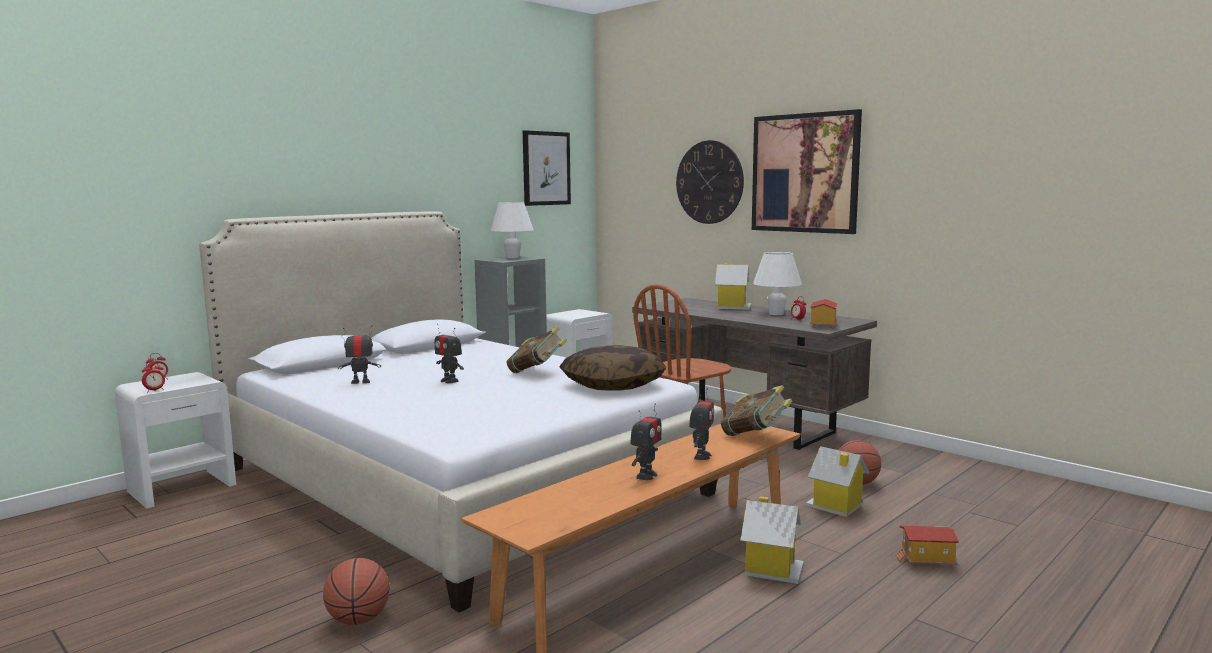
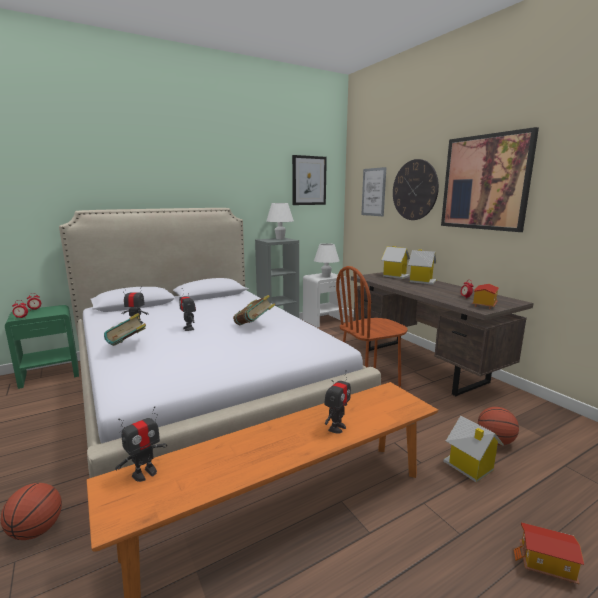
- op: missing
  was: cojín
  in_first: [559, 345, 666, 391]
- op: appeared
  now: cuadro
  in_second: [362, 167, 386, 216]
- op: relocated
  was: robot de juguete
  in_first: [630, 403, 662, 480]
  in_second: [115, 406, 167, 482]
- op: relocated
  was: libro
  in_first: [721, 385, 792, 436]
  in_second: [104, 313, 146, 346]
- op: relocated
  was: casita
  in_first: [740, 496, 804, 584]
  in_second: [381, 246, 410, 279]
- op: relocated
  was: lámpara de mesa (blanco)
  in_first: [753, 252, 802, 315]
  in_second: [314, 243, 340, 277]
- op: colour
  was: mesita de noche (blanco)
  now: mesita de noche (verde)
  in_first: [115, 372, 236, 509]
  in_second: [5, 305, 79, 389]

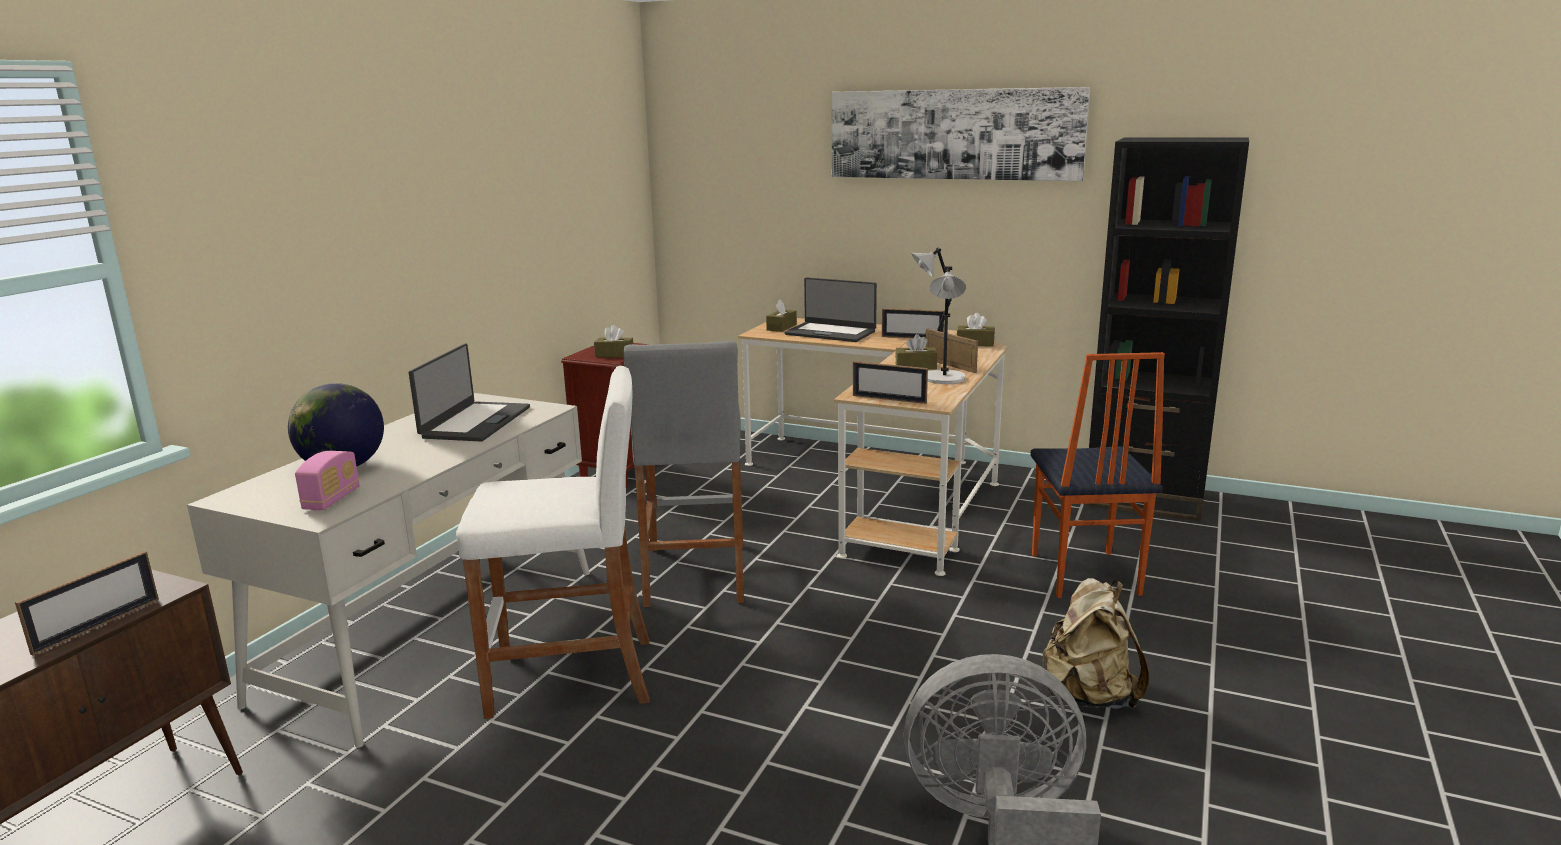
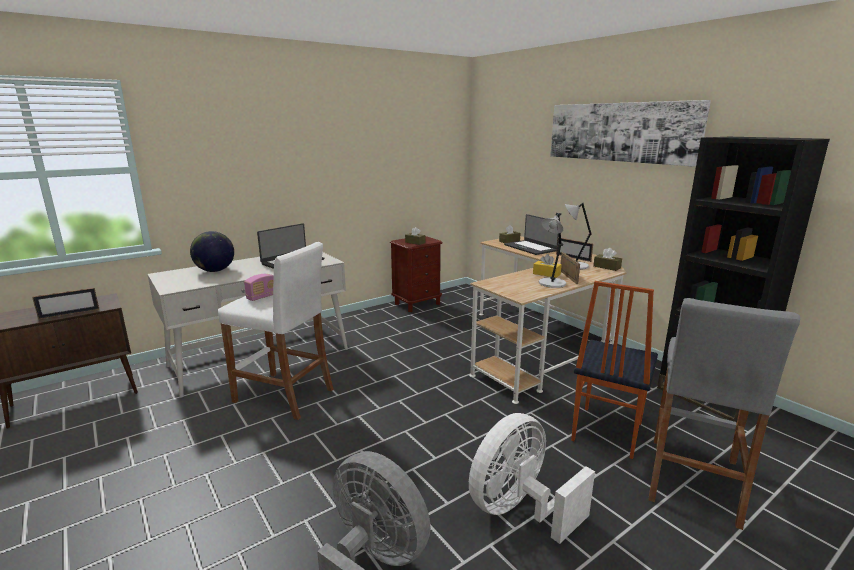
- op: missing
  was: portarretratos
  in_first: [853, 361, 928, 404]
- op: relocated
  was: radio
  in_first: [295, 451, 360, 511]
  in_second: [244, 274, 274, 301]
- op: relocated
  was: taburete (gris)
  in_first: [623, 341, 744, 607]
  in_second: [648, 298, 800, 530]
- op: exchanged
  was: mochila (beis)
  now: ventilador (blanco)
  in_first: [1041, 578, 1150, 709]
  in_second: [469, 413, 595, 544]
- op: colour
  was: caja de pañuelos (marrón)
  now: caja de pañuelos (amarillo)
  in_first: [895, 334, 938, 370]
  in_second: [533, 254, 562, 278]

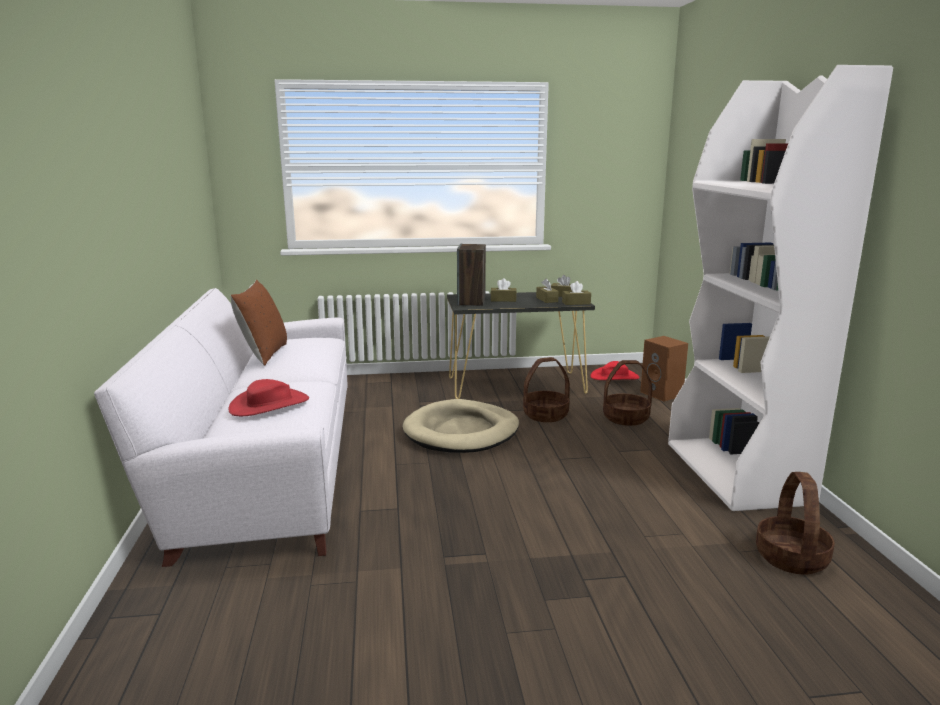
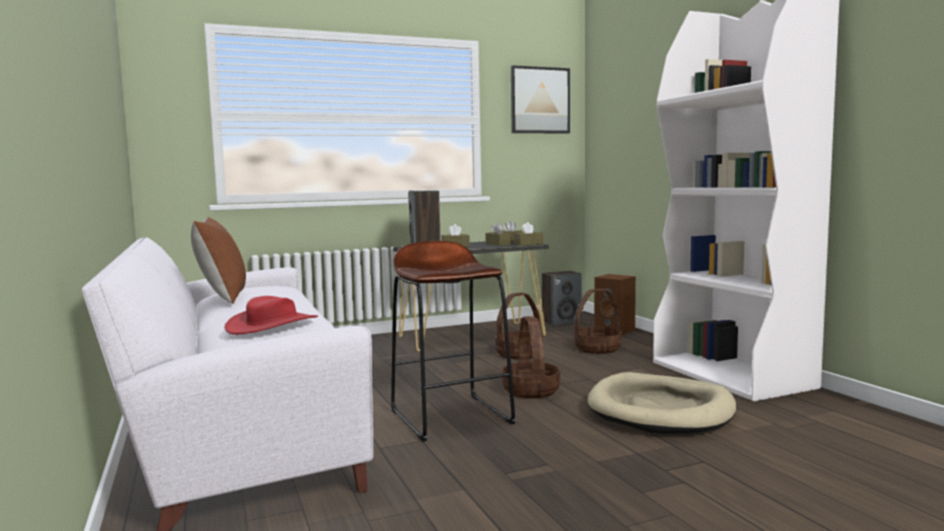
- op: appeared
  now: taburete (marrón)
  in_second: [391, 241, 516, 442]
- op: appeared
  now: cuadro
  in_second: [511, 65, 570, 134]
- op: relocated
  was: cama para perro (beis)
  in_first: [402, 399, 519, 453]
  in_second: [587, 372, 736, 434]
- op: relocated
  was: cesta
  in_first: [756, 472, 835, 574]
  in_second: [502, 316, 560, 399]
- op: exchanged
  was: sombrero (rojo)
  now: altavoz
  in_first: [590, 361, 640, 380]
  in_second: [542, 271, 581, 327]

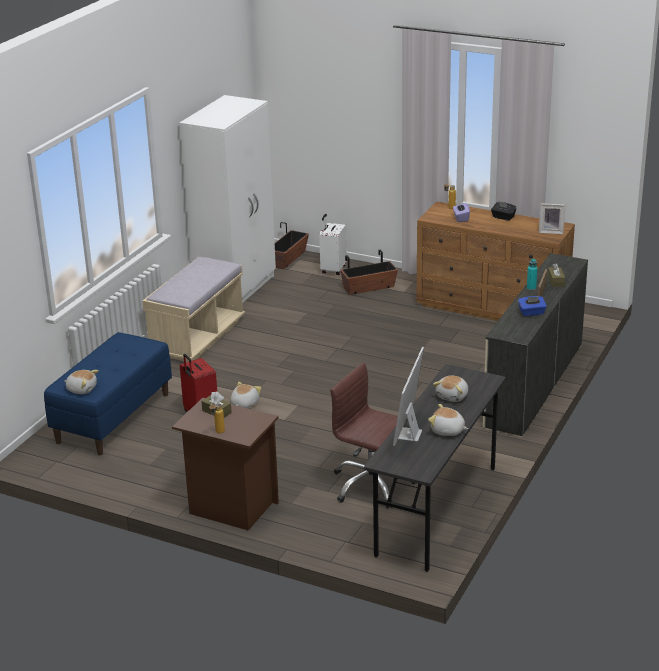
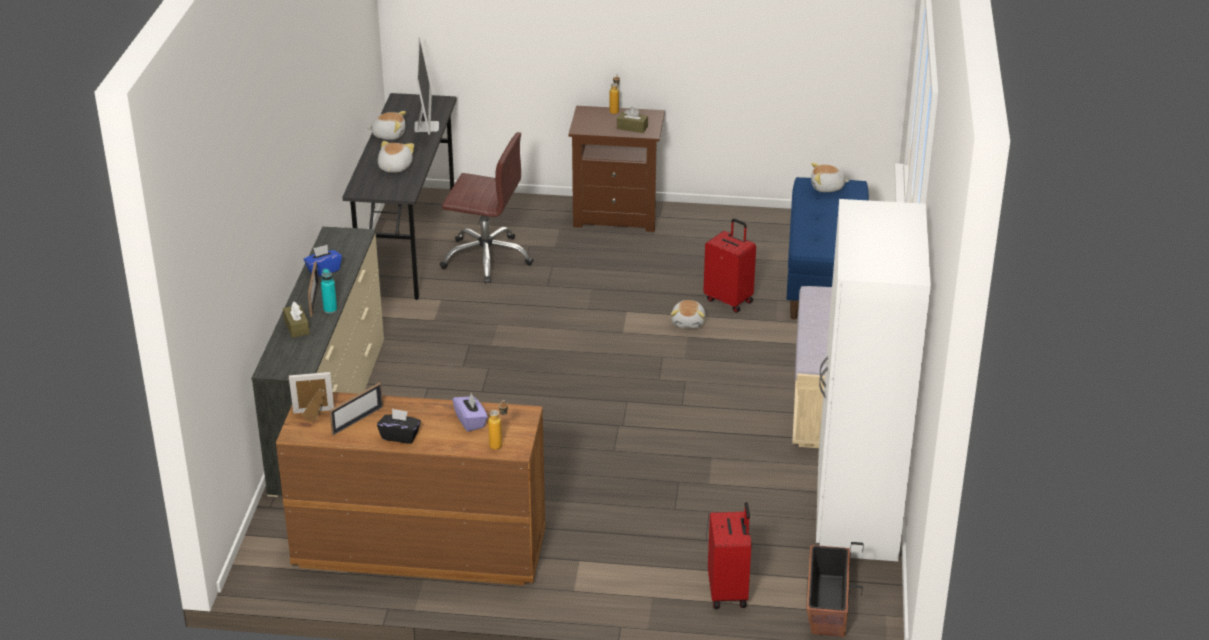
- op: missing
  was: maceta
  in_first: [341, 250, 398, 295]
- op: appeared
  now: portarretratos
  in_second: [329, 383, 383, 436]
- op: colour
  was: maleta (blanco)
  now: maleta (rojo)
  in_first: [319, 214, 347, 275]
  in_second: [708, 502, 751, 609]

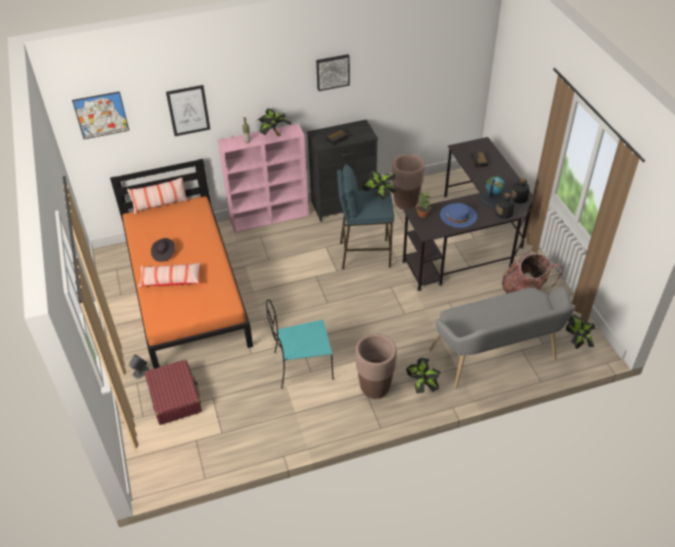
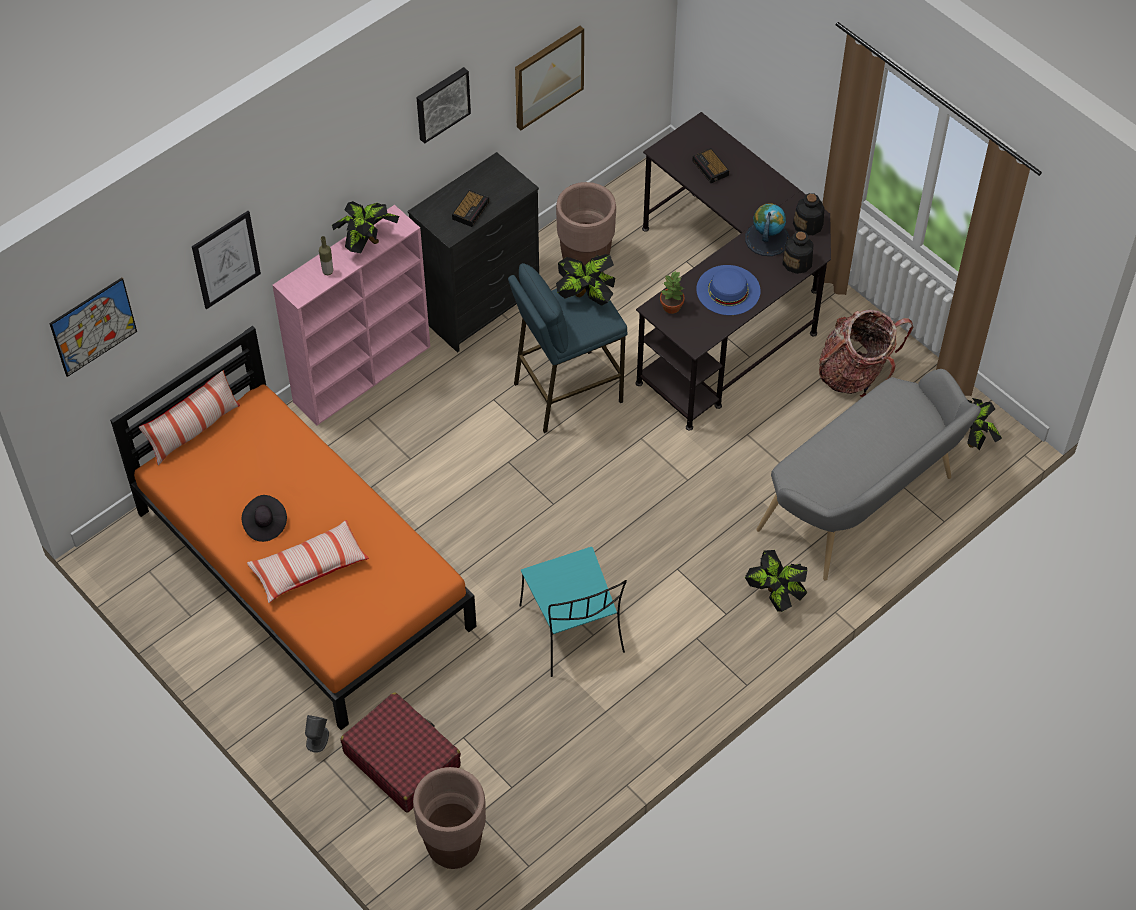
- op: appeared
  now: cuadro
  in_second: [515, 26, 584, 130]
- op: relocated
  was: maceta (marrón)
  in_first: [356, 333, 397, 399]
  in_second: [413, 767, 486, 869]
- op: spun
  was: silla (turquesa)
  in_first: [266, 299, 334, 388]
  in_second: [519, 547, 627, 677]
  clockwise: -75

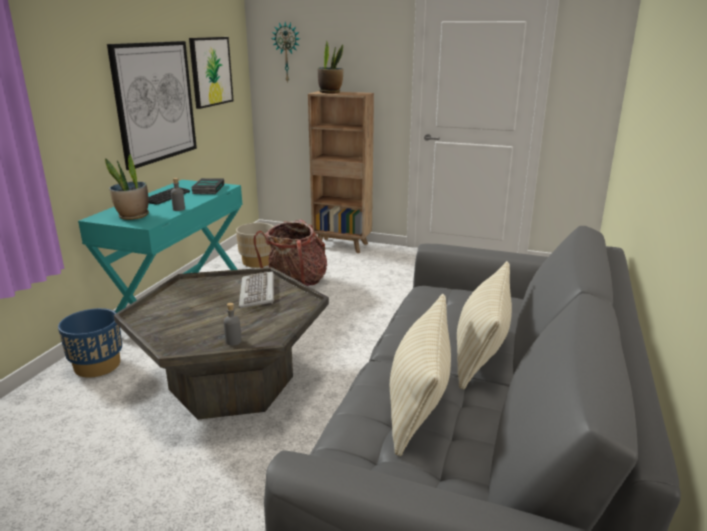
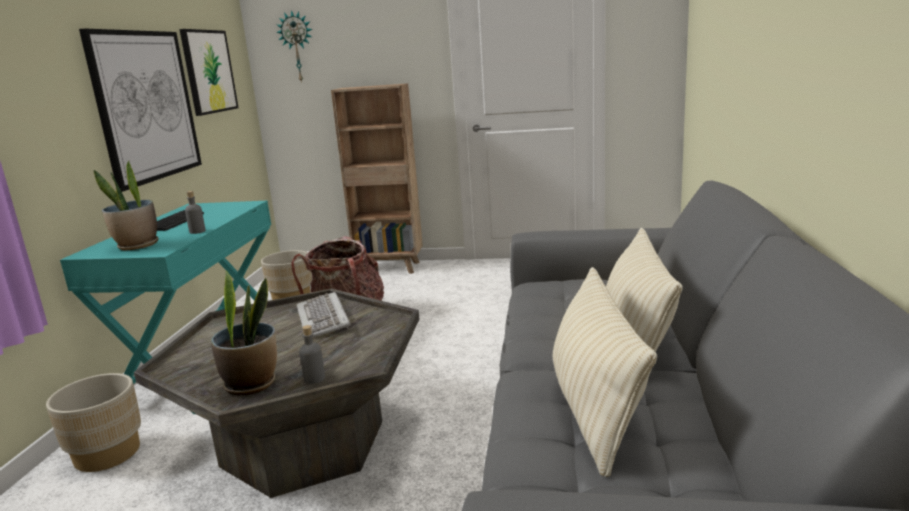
- op: missing
  was: libro
  in_first: [191, 178, 224, 194]
- op: relocated
  was: planta en maceta
  in_first: [318, 41, 344, 93]
  in_second: [211, 270, 277, 396]
- op: colour
  was: maceta (azul)
  now: maceta (beis)
  in_first: [58, 308, 122, 377]
  in_second: [46, 373, 141, 472]

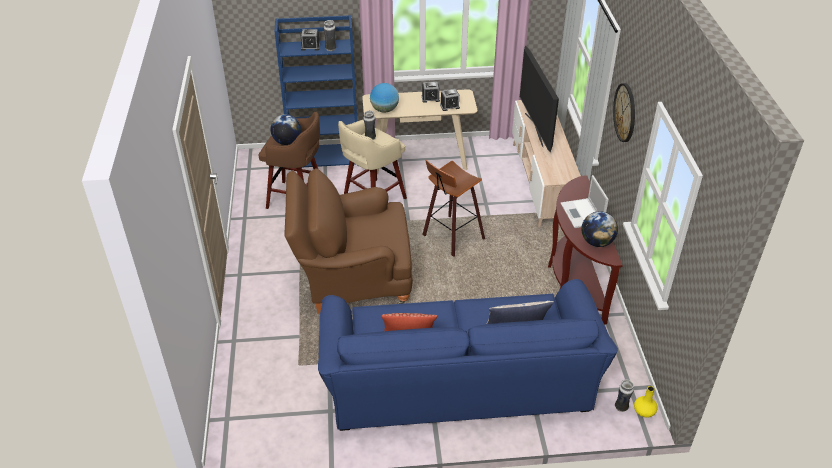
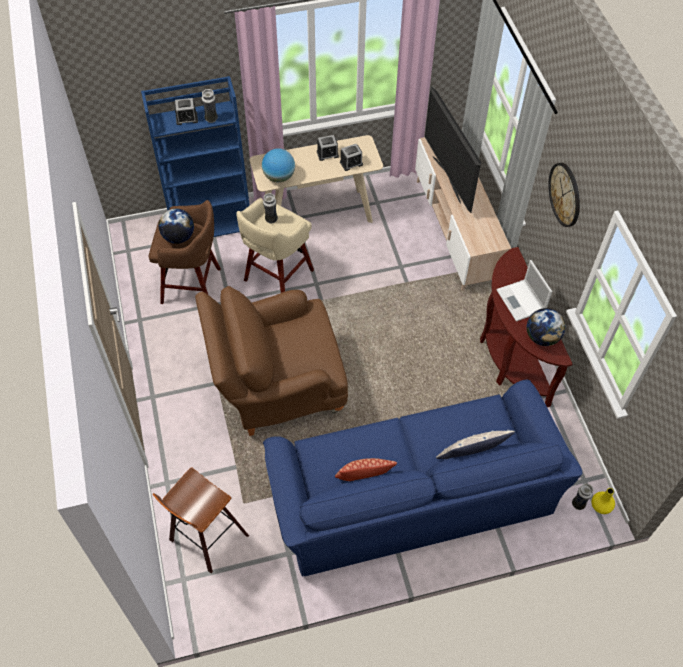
- op: relocated
  was: taburete
  in_first: [422, 160, 485, 257]
  in_second: [153, 467, 249, 573]

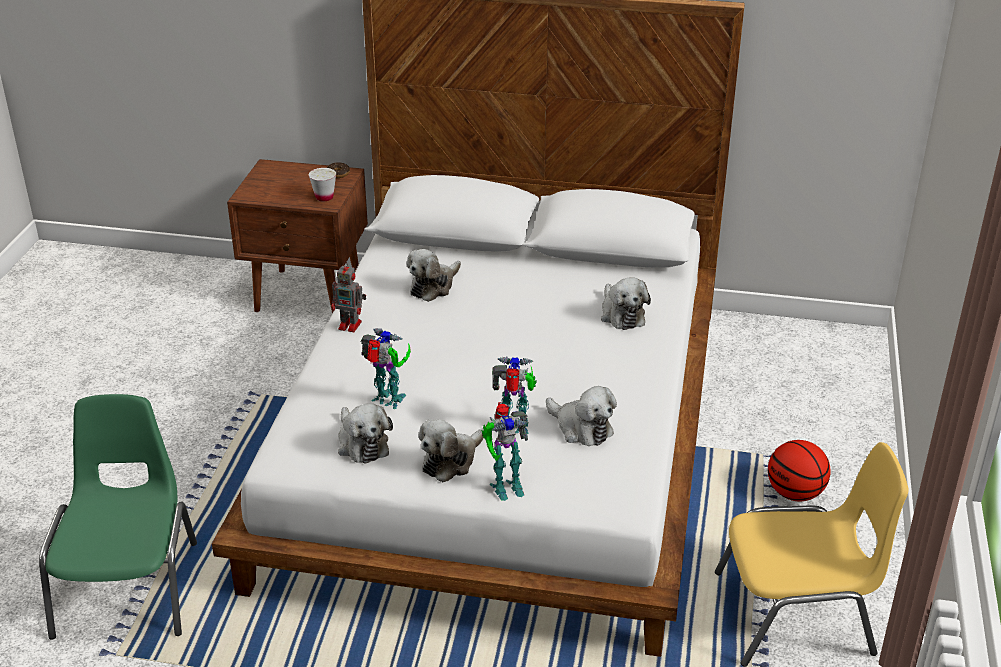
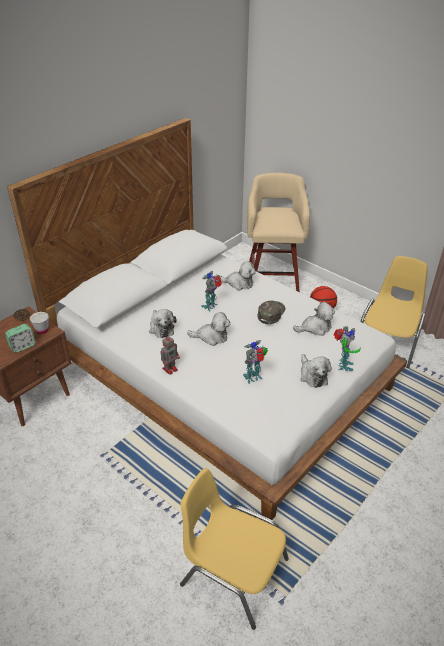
- op: appeared
  now: despertador
  in_second: [5, 324, 36, 353]
- op: appeared
  now: taburete (beis)
  in_second: [247, 173, 310, 292]
- op: appeared
  now: gorra (verde)
  in_second: [258, 301, 286, 324]
- op: relocated
  was: peluche
  in_first: [338, 403, 393, 464]
  in_second: [187, 312, 230, 346]
- op: relocated
  was: robot de juguete
  in_first: [492, 357, 537, 434]
  in_second: [201, 271, 222, 311]
- op: colour
  was: silla (verde)
  now: silla (amarillo)
  in_first: [39, 394, 197, 640]
  in_second: [180, 468, 289, 630]

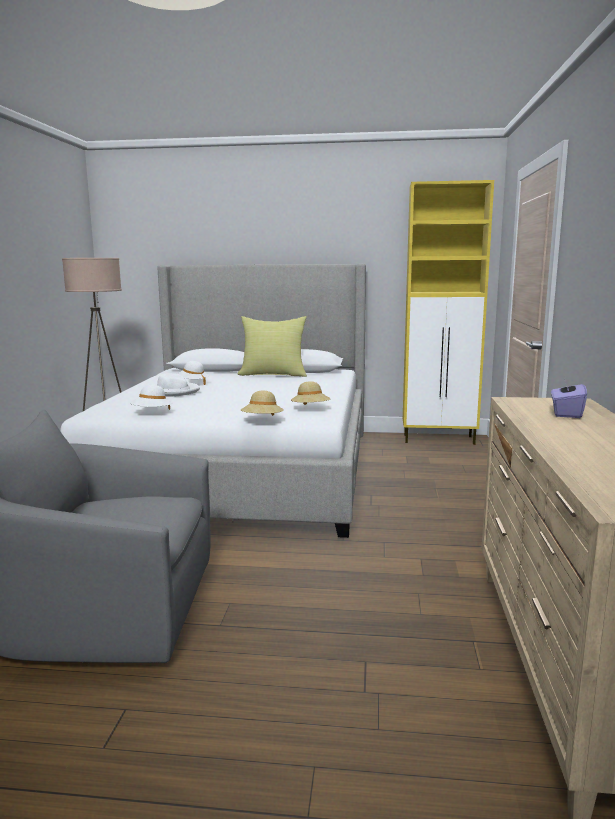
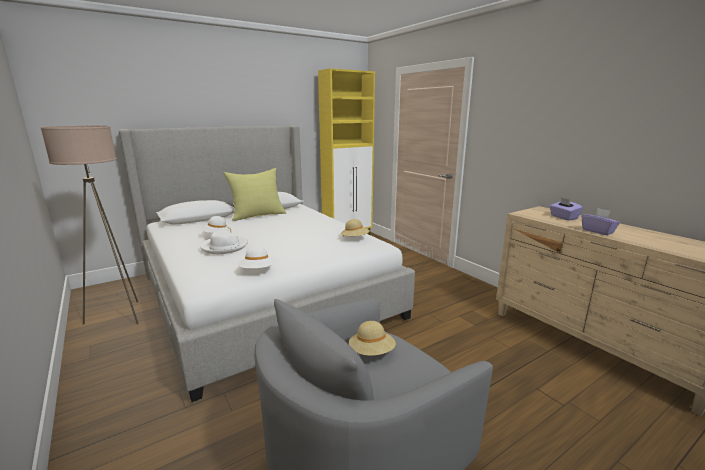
- op: appeared
  now: caja de pañuelos (morado)
  in_second: [582, 208, 620, 235]
- op: relocated
  was: sombrero (beis)
  in_first: [241, 390, 284, 416]
  in_second: [349, 321, 396, 356]

